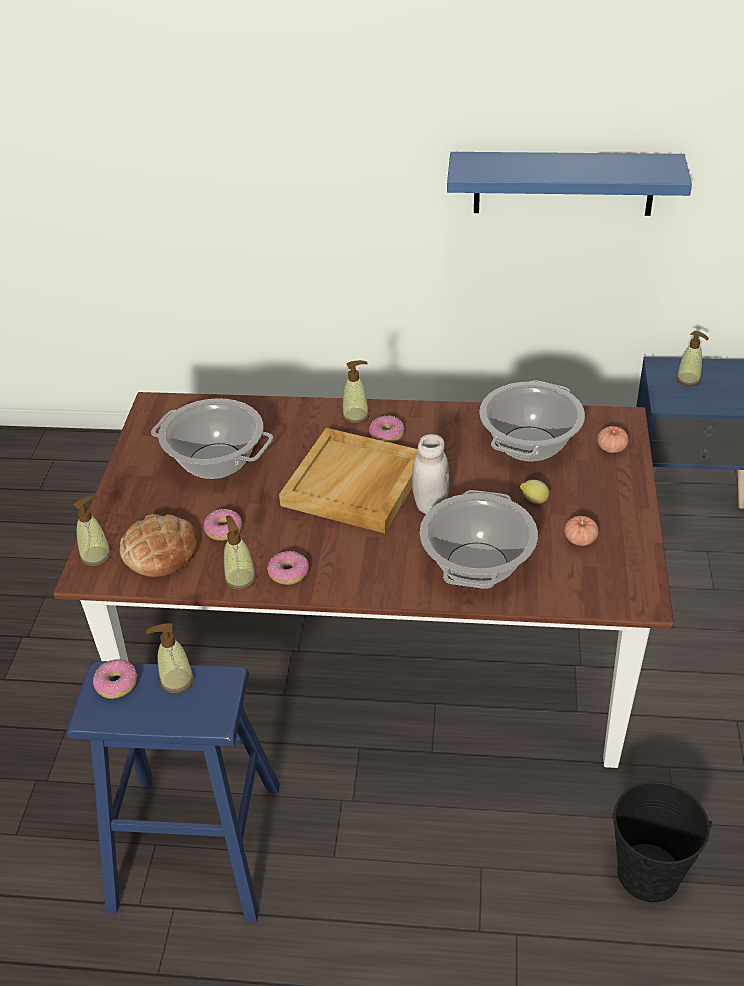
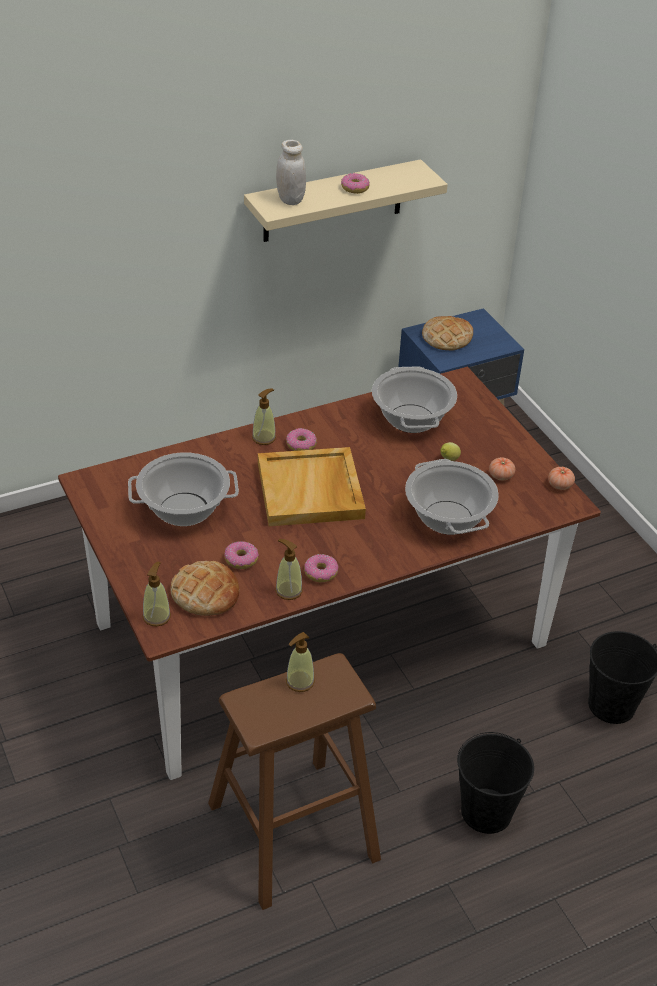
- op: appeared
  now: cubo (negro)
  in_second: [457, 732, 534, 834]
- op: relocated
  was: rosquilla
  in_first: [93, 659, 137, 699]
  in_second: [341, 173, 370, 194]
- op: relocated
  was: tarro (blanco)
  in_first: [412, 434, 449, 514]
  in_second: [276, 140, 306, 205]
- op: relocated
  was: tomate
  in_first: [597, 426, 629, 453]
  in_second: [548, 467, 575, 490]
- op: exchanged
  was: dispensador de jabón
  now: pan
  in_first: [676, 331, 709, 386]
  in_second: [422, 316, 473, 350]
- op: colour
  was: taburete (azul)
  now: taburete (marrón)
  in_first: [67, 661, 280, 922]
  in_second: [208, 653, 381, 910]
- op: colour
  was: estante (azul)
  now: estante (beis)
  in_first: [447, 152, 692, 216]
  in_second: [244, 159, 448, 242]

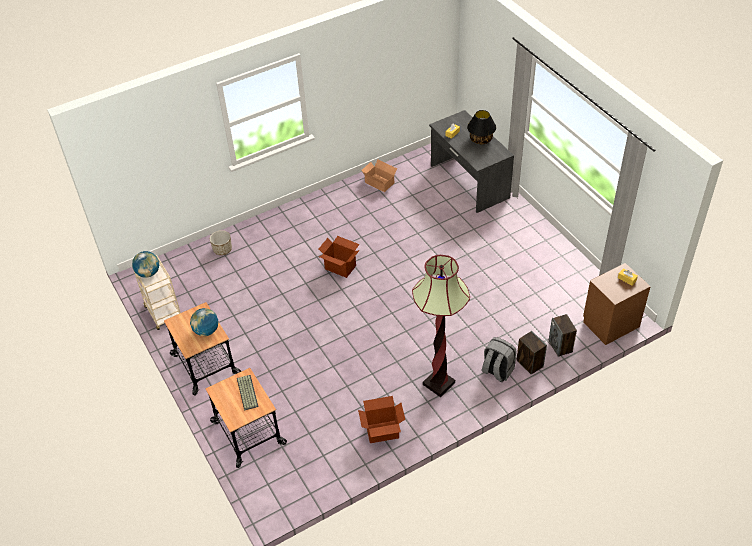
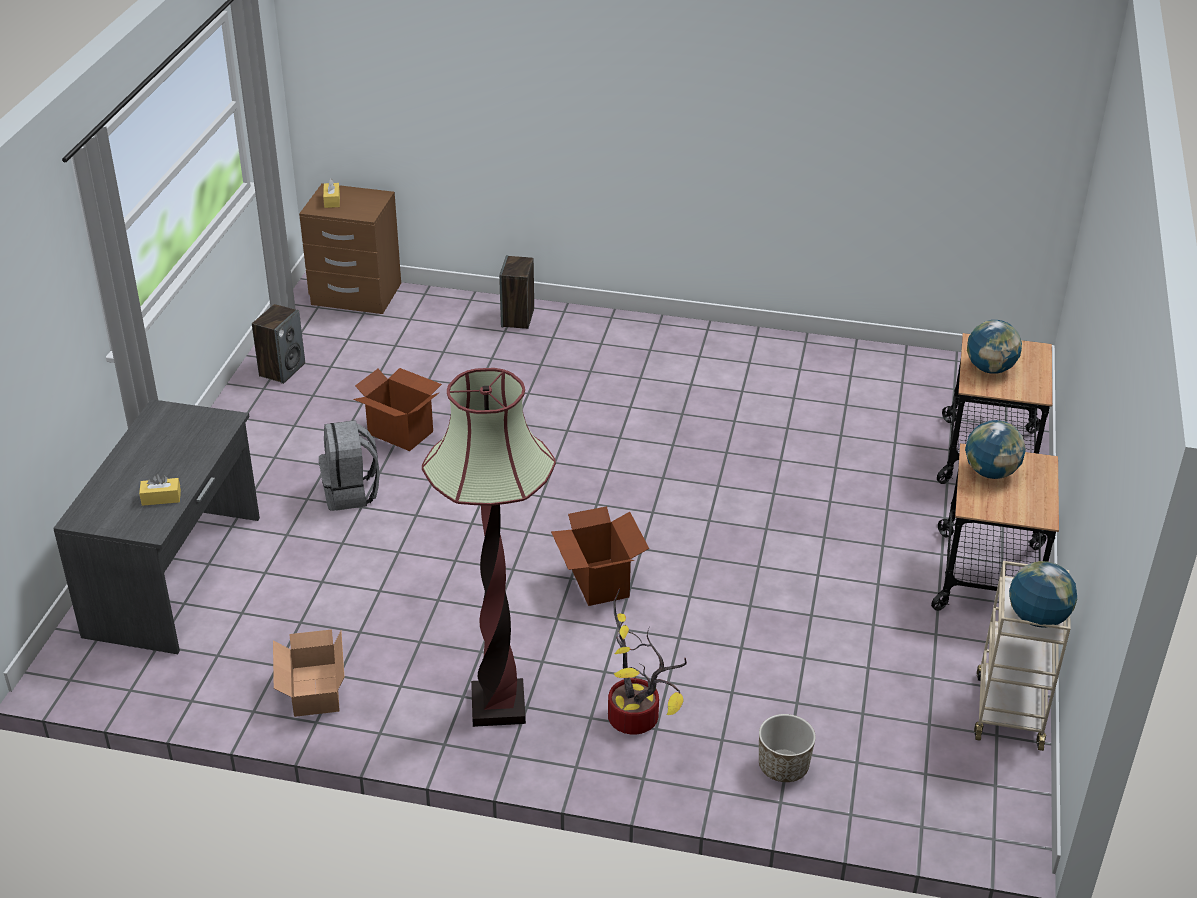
- op: missing
  was: lámpara de mesa (negro)
  in_first: [467, 110, 496, 144]
- op: appeared
  now: planta en maceta
  in_second: [608, 589, 687, 735]
- op: relocated
  was: caja de cartón
  in_first: [358, 396, 405, 443]
  in_second: [353, 368, 442, 451]
- op: relocated
  was: lámpara de pie
  in_first: [412, 255, 470, 397]
  in_second: [422, 368, 556, 727]
- op: relocated
  was: mochila (gris)
  in_first: [481, 337, 516, 382]
  in_second: [319, 420, 380, 511]
- op: relocated
  was: altavoz
  in_first: [549, 314, 577, 357]
  in_second: [252, 304, 305, 384]
- op: exchanged
  was: teclado
  now: globo terráqueo
  in_first: [237, 375, 258, 411]
  in_second: [967, 320, 1022, 374]

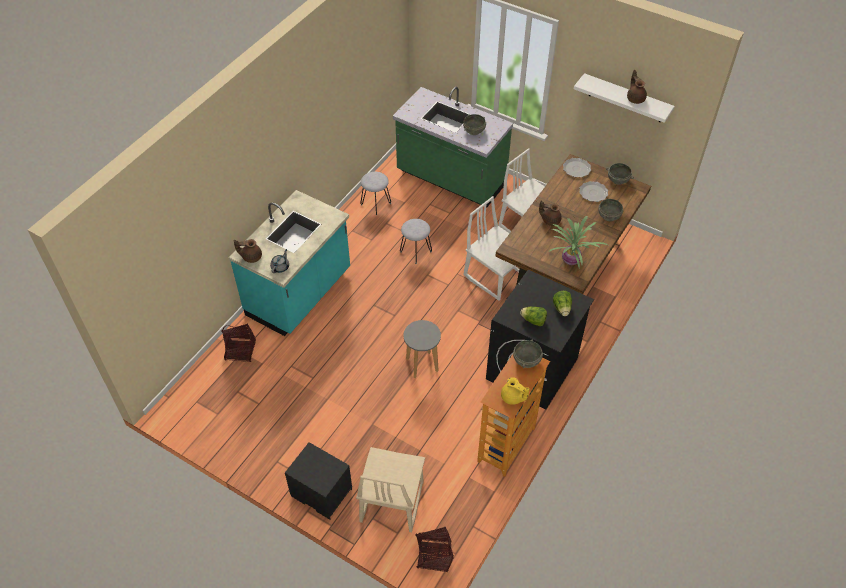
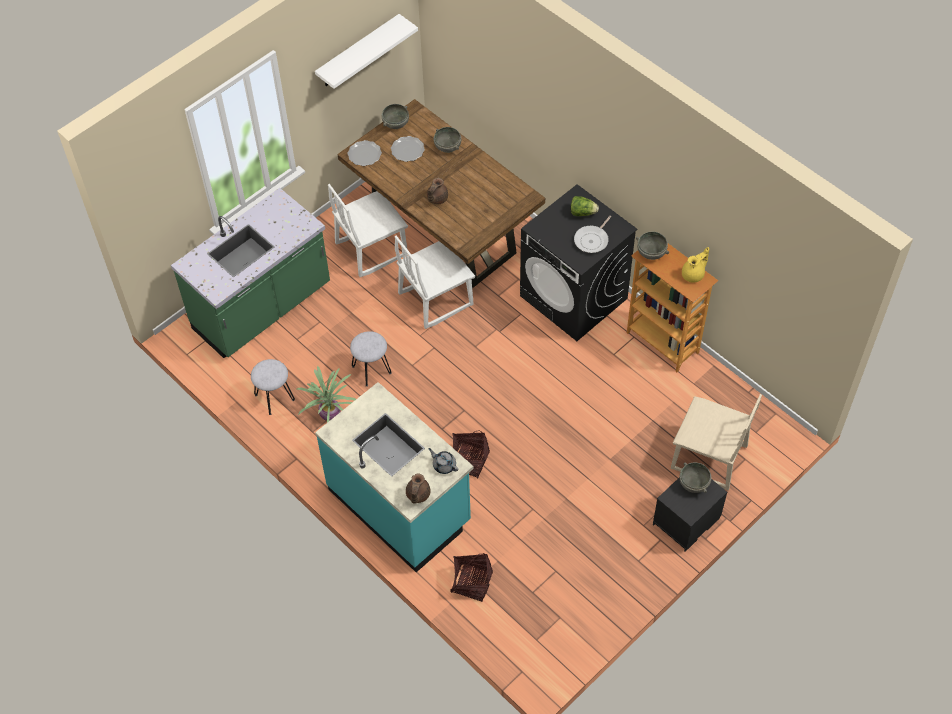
- op: missing
  was: taburete (gris)
  in_first: [404, 320, 441, 378]
- op: missing
  was: tetera (marrón)
  in_first: [627, 70, 647, 104]
- op: relocated
  was: cesta
  in_first: [415, 527, 454, 572]
  in_second: [452, 430, 490, 479]
- op: relocated
  was: cuenco (gris)
  in_first: [463, 114, 486, 135]
  in_second: [680, 462, 711, 493]
- op: relocated
  was: planta en maceta
  in_first: [548, 216, 608, 268]
  in_second: [297, 366, 356, 423]
- op: exchanged
  was: lechuga
  now: sartén
  in_first: [520, 306, 547, 326]
  in_second: [574, 216, 611, 253]

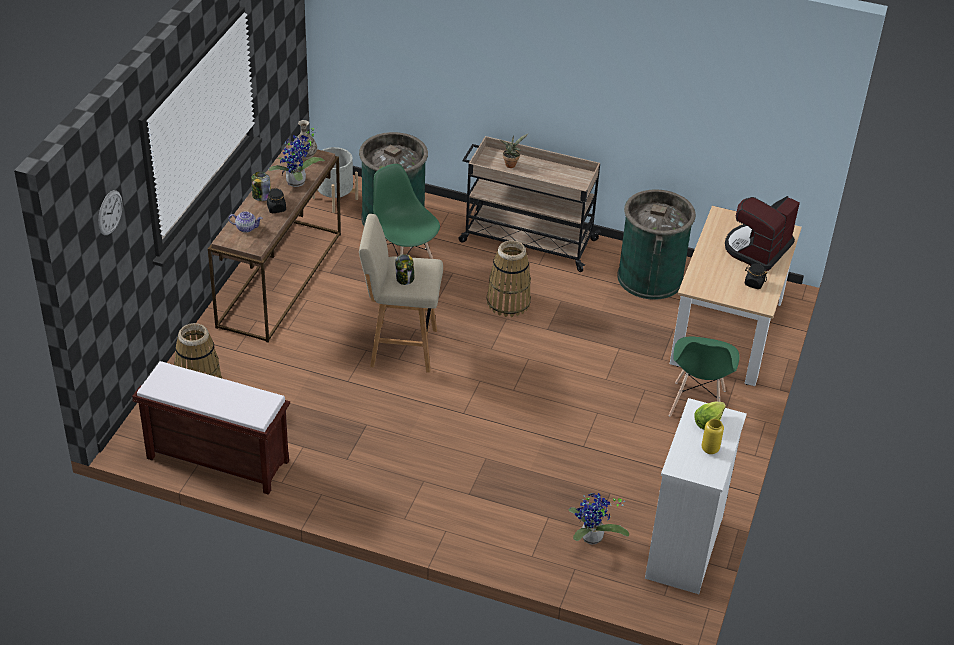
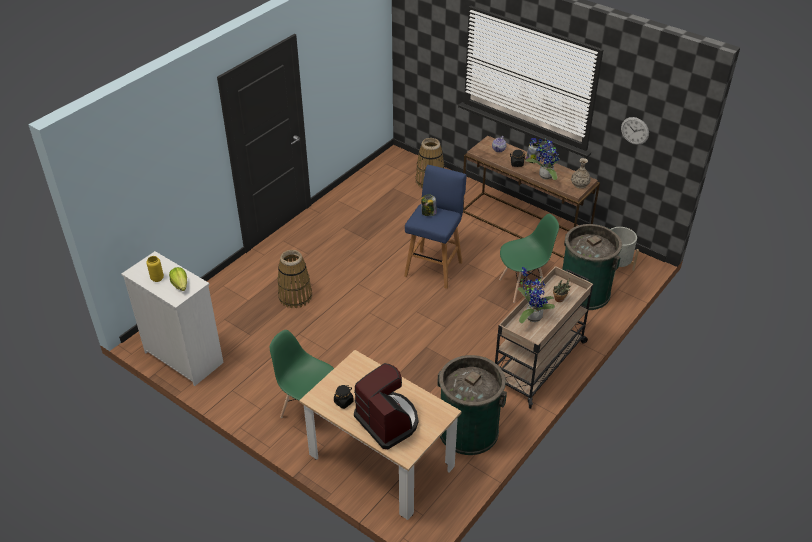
- op: missing
  was: banco (marrón)
  in_first: [132, 361, 290, 495]
- op: relocated
  was: reloj de pared
  in_first: [98, 190, 123, 235]
  in_second: [621, 117, 649, 145]
- op: relocated
  was: cesta
  in_first: [487, 240, 531, 317]
  in_second: [277, 250, 312, 308]
- op: relocated
  was: planta en maceta
  in_first: [569, 493, 629, 545]
  in_second: [518, 267, 555, 323]
- op: colour
  was: taburete (beis)
  now: taburete (azul)
  in_first: [359, 214, 443, 373]
  in_second: [404, 165, 466, 289]

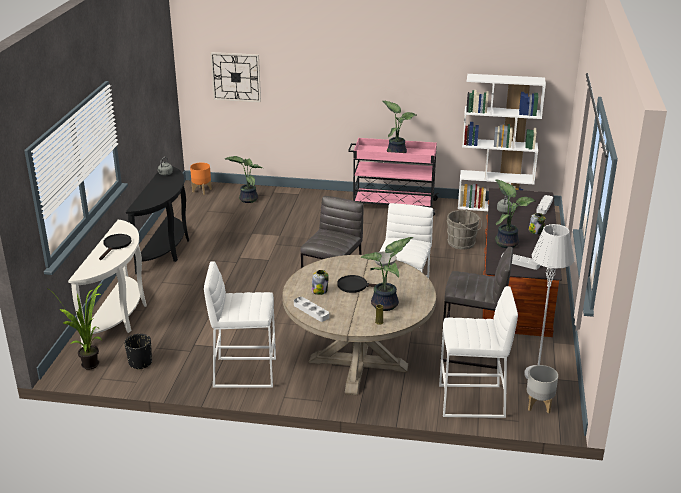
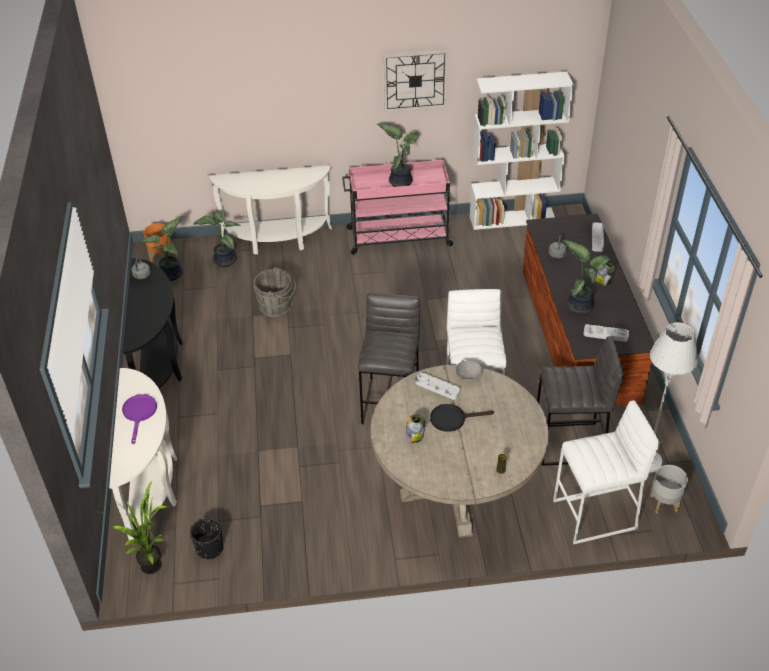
- op: missing
  was: taburete (blanco)
  in_first: [204, 261, 276, 388]
- op: appeared
  now: mesa consola (blanco)
  in_second: [209, 165, 332, 255]
- op: relocated
  was: reloj de pared
  in_first: [210, 52, 261, 103]
  in_second: [384, 50, 448, 112]
- op: relocated
  was: bandeja (gris)
  in_first: [294, 297, 329, 322]
  in_second: [415, 372, 460, 400]
- op: relocated
  was: planta en maceta
  in_first: [360, 237, 413, 311]
  in_second: [142, 216, 183, 281]
- op: relocated
  was: cubo (gris)
  in_first: [447, 209, 482, 250]
  in_second: [253, 267, 296, 318]
- op: colour
  was: sartén (negro)
  now: sartén (morado)
  in_first: [99, 234, 132, 260]
  in_second: [122, 394, 157, 444]

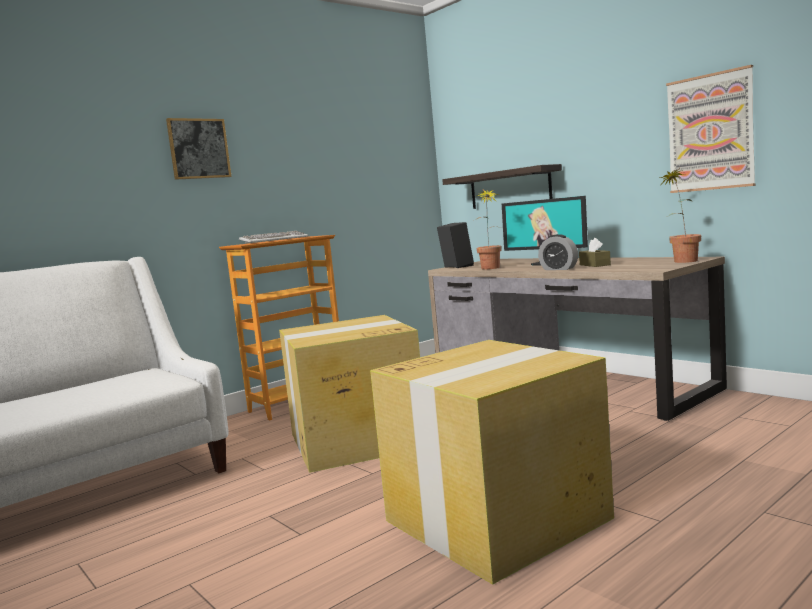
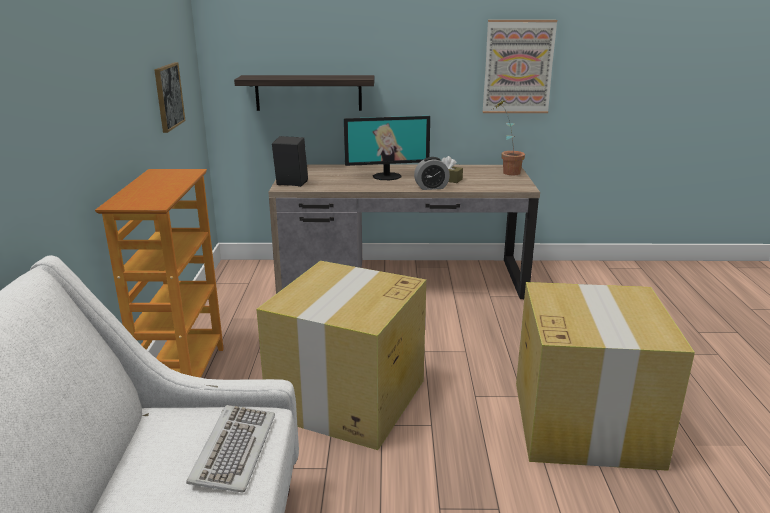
- op: missing
  was: planta en maceta
  in_first: [473, 190, 502, 269]
- op: relocated
  was: cuadro
  in_first: [166, 118, 232, 180]
  in_second: [154, 62, 186, 133]
- op: relocated
  was: teclado
  in_first: [239, 231, 308, 243]
  in_second: [186, 405, 275, 492]

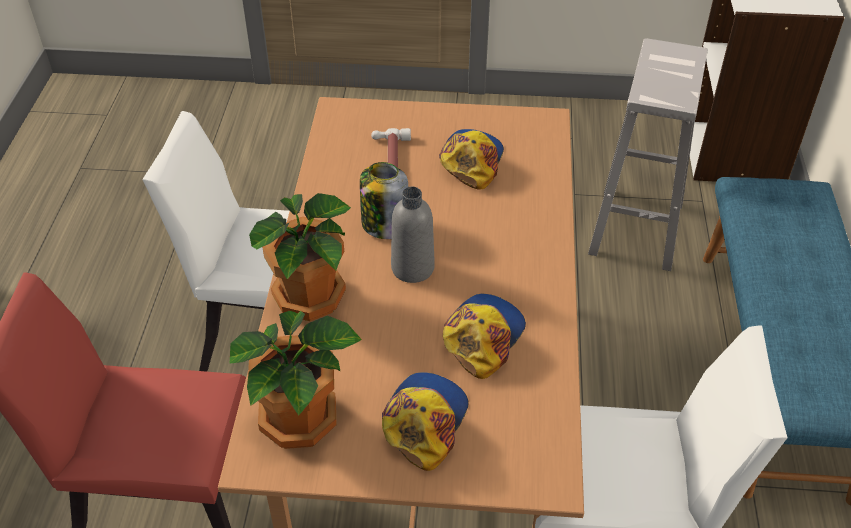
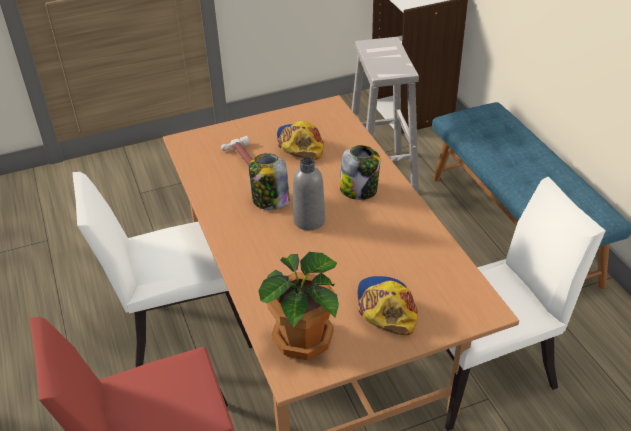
- op: missing
  was: planta en maceta
  in_first: [249, 193, 351, 321]
- op: missing
  was: gorra
  in_first: [443, 294, 526, 379]
- op: appeared
  now: tarro
  in_second: [340, 145, 380, 200]

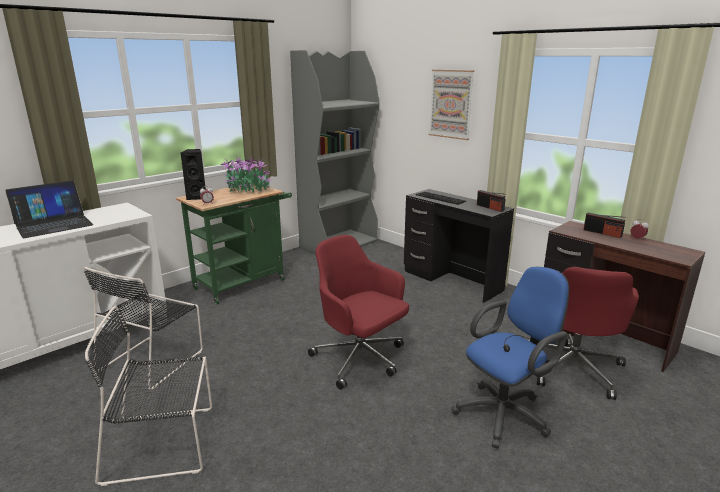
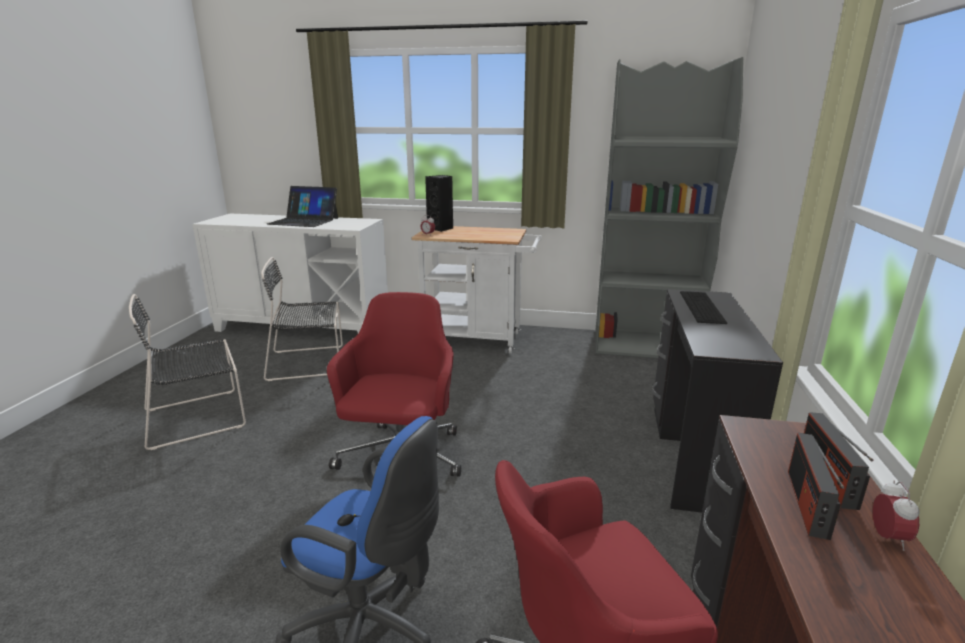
- op: missing
  was: planta en maceta
  in_first: [221, 156, 272, 193]
- op: missing
  was: cuadro
  in_first: [429, 70, 474, 140]
- op: relocated
  was: radio
  in_first: [477, 190, 506, 212]
  in_second: [788, 433, 845, 540]
- op: colour
  was: carrito (verde)
  now: carrito (blanco)
  in_first: [176, 185, 292, 304]
  in_second: [411, 226, 542, 354]
- op: spun
  was: silla (negro)
  in_first: [85, 306, 212, 486]
  in_second: [129, 294, 246, 450]
  clockwise: -75

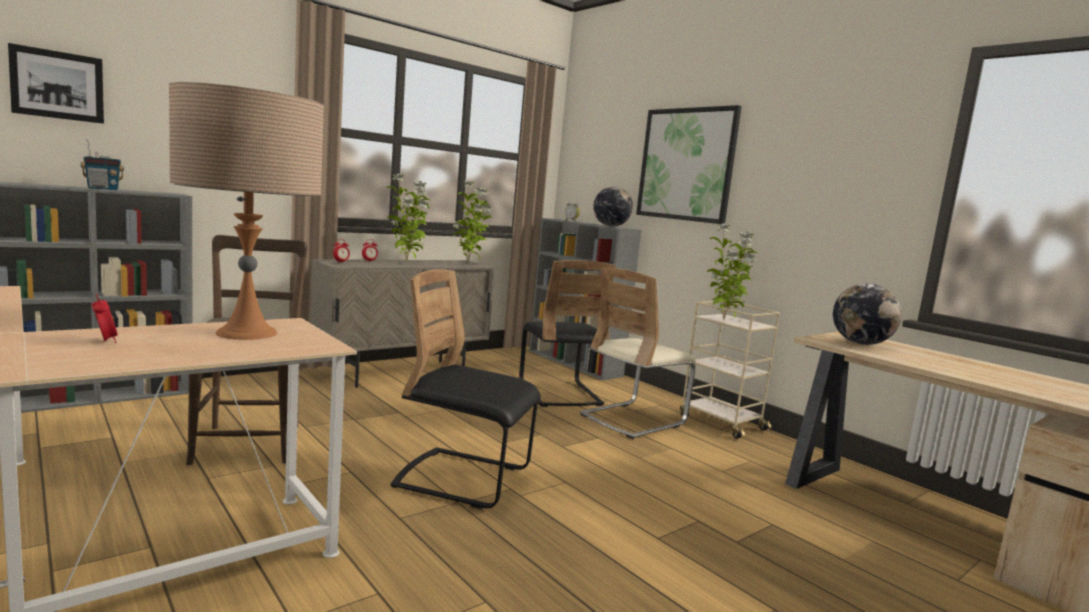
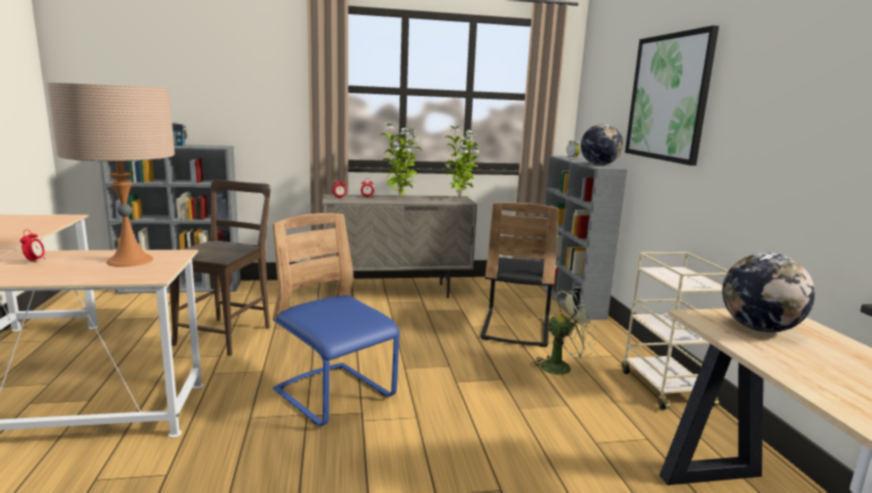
- op: missing
  was: cuadro
  in_first: [8, 43, 104, 124]
- op: missing
  was: planta en maceta
  in_first: [707, 224, 757, 319]
- op: exchanged
  was: silla (beis)
  now: ventilador (verde)
  in_first: [580, 268, 696, 439]
  in_second: [530, 290, 596, 380]
- op: colour
  was: silla (negro)
  now: silla (azul)
  in_first: [391, 269, 541, 509]
  in_second: [273, 213, 400, 426]

